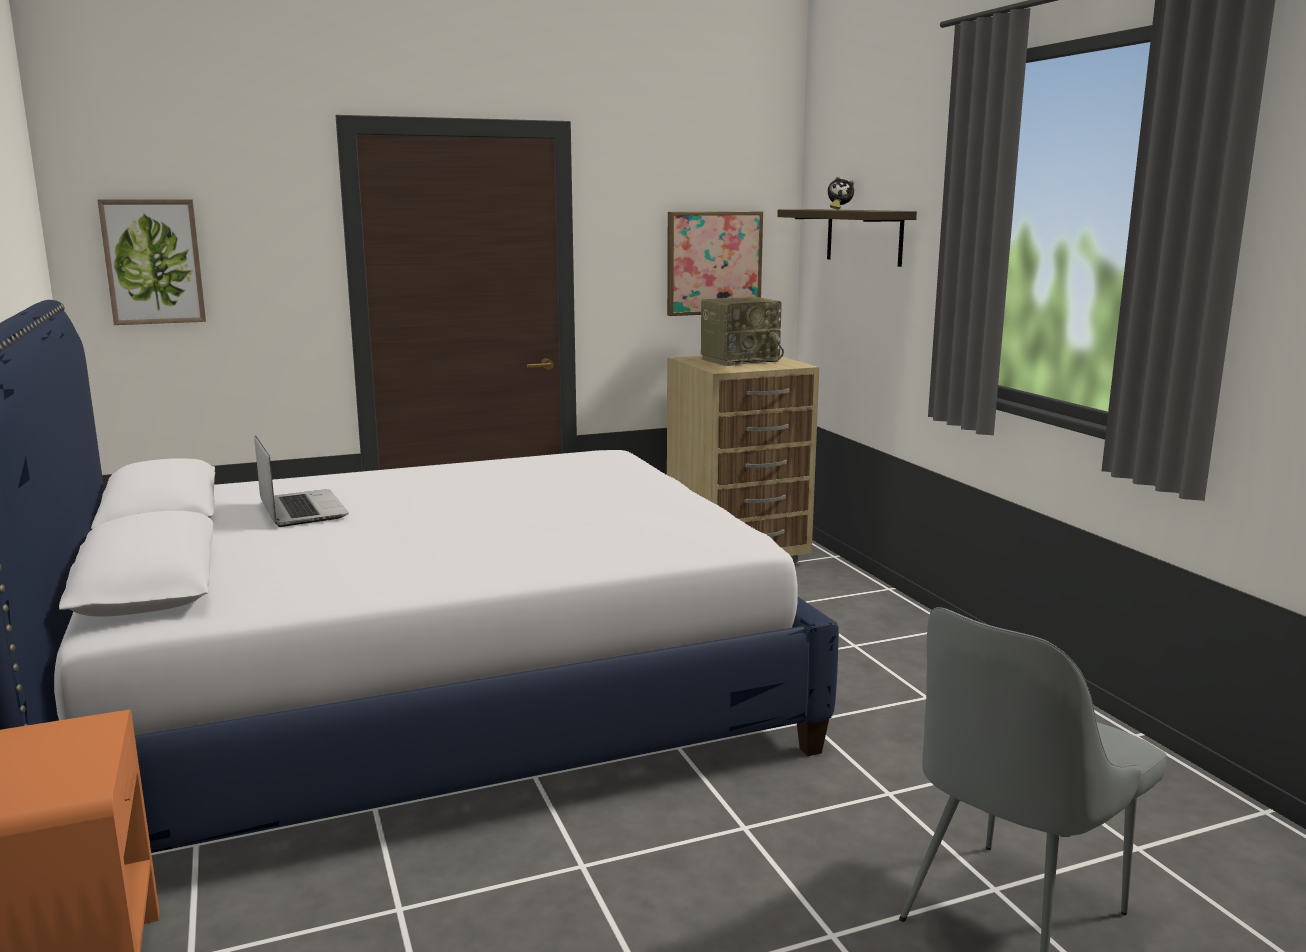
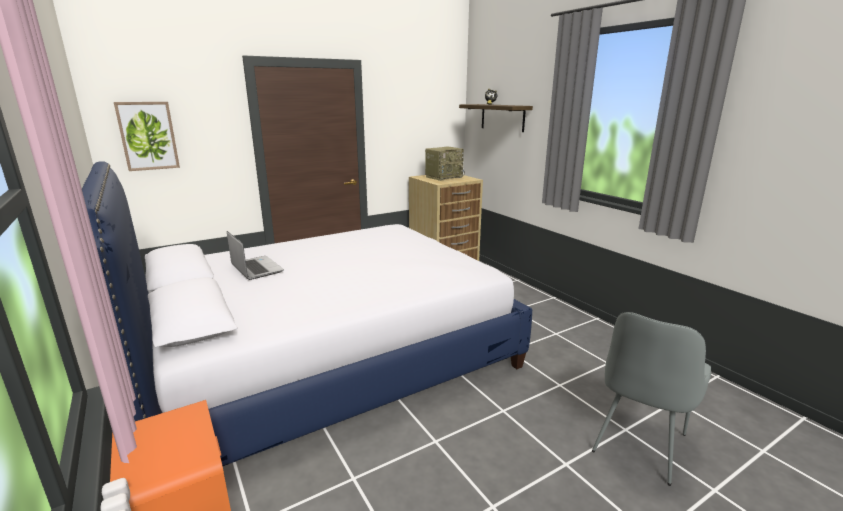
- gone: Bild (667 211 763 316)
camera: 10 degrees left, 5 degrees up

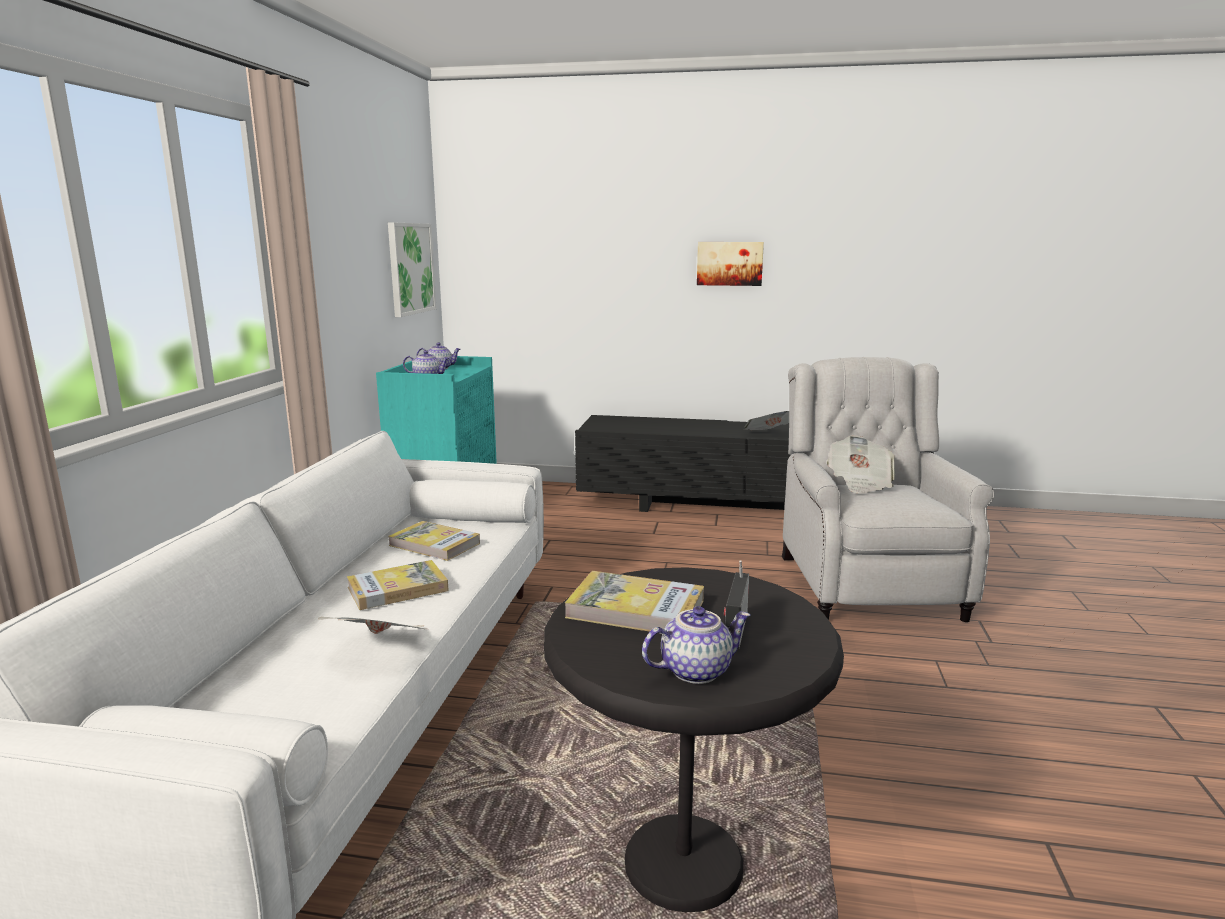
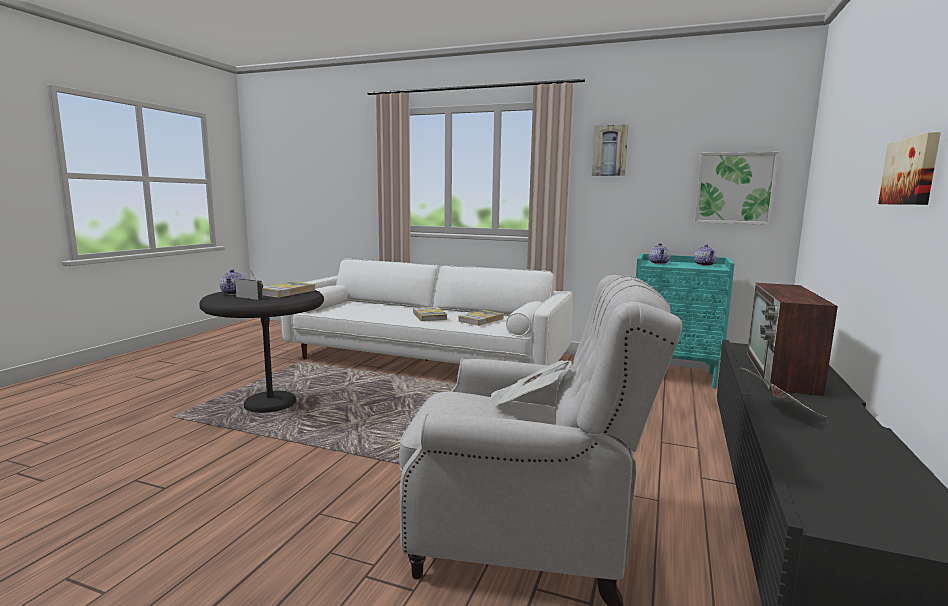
- gone: Zeitung (318 617 425 634)
- new: Bild (592 124 629 176)
- new: Fernseher (747 283 838 396)
camera: 100 degrees right, 5 degrees down

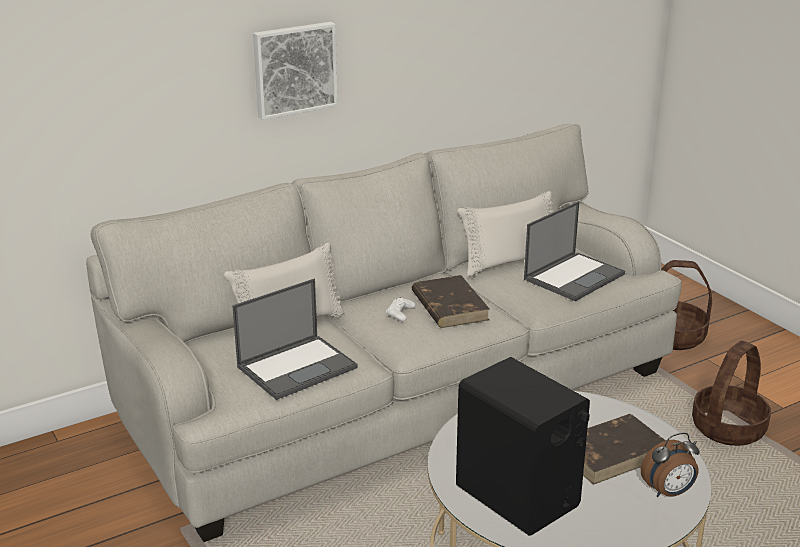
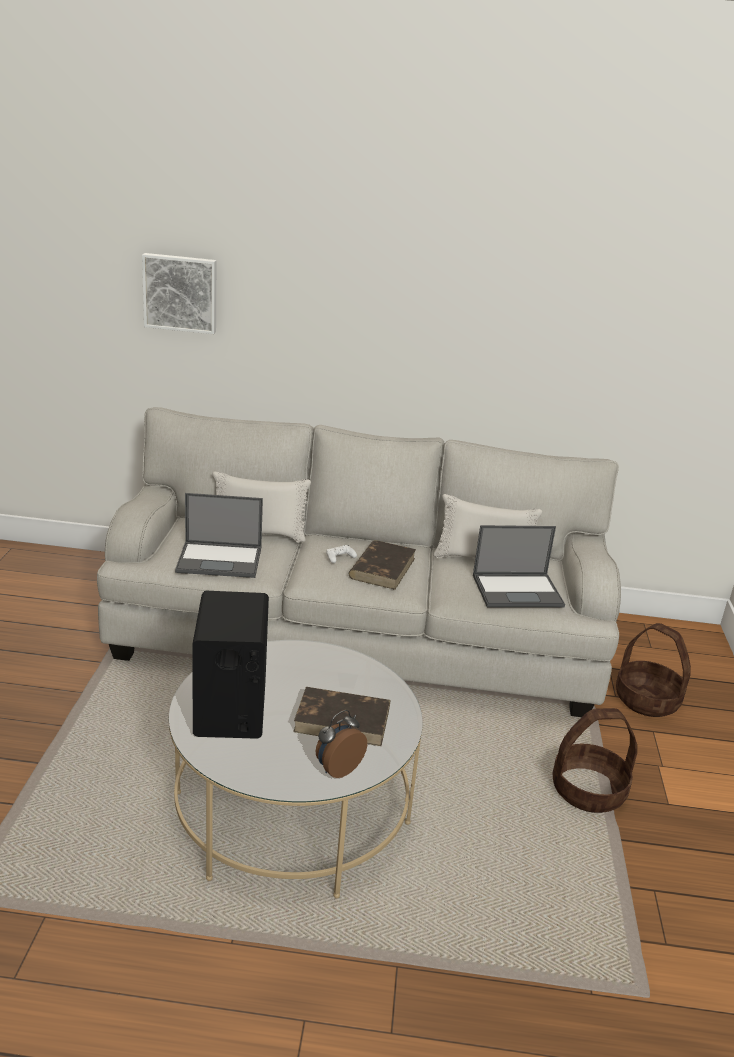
- shifted: Bild (253 22 338 120) to (142 253 216 334)
- rotated: Wecker (641 433 700 497) = (316 710 367 778) 120 degrees clockwise
camera: 35 degrees right, 0 degrees up

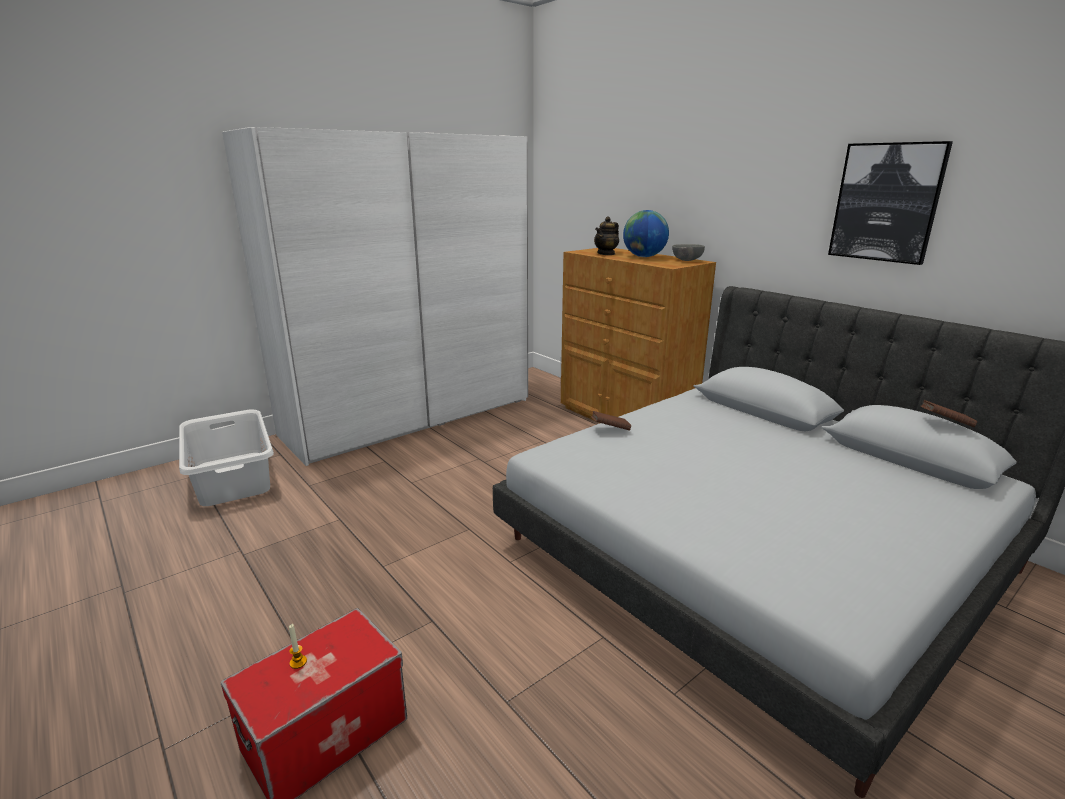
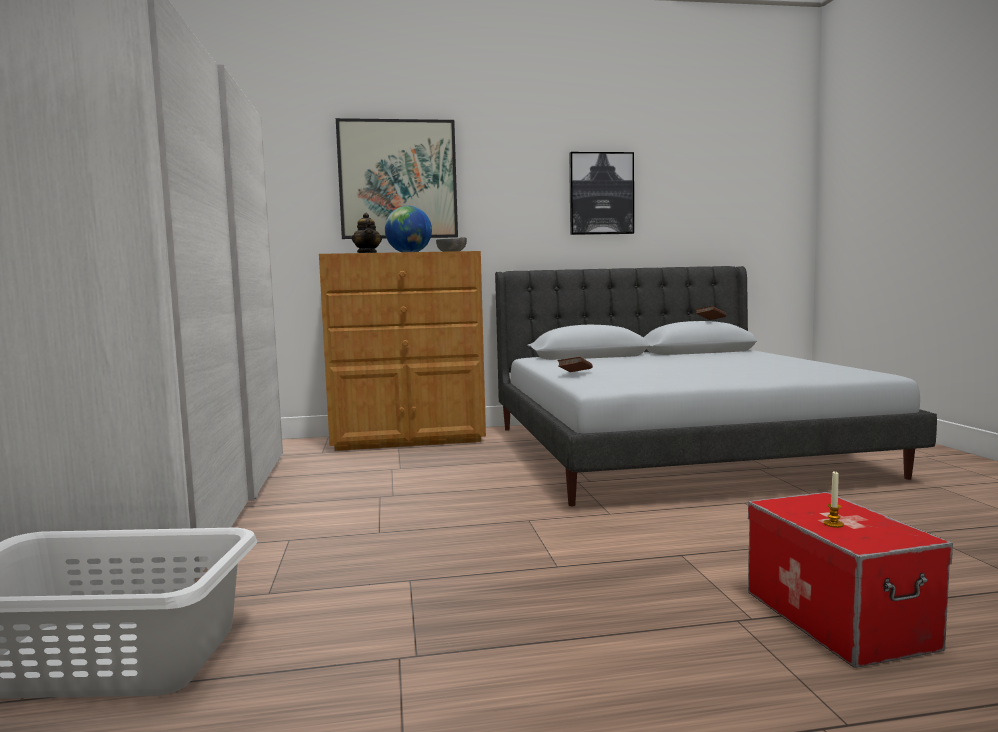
- new: Bild (336 118 458 239)
camera: 60 degrees left, 15 degrees down

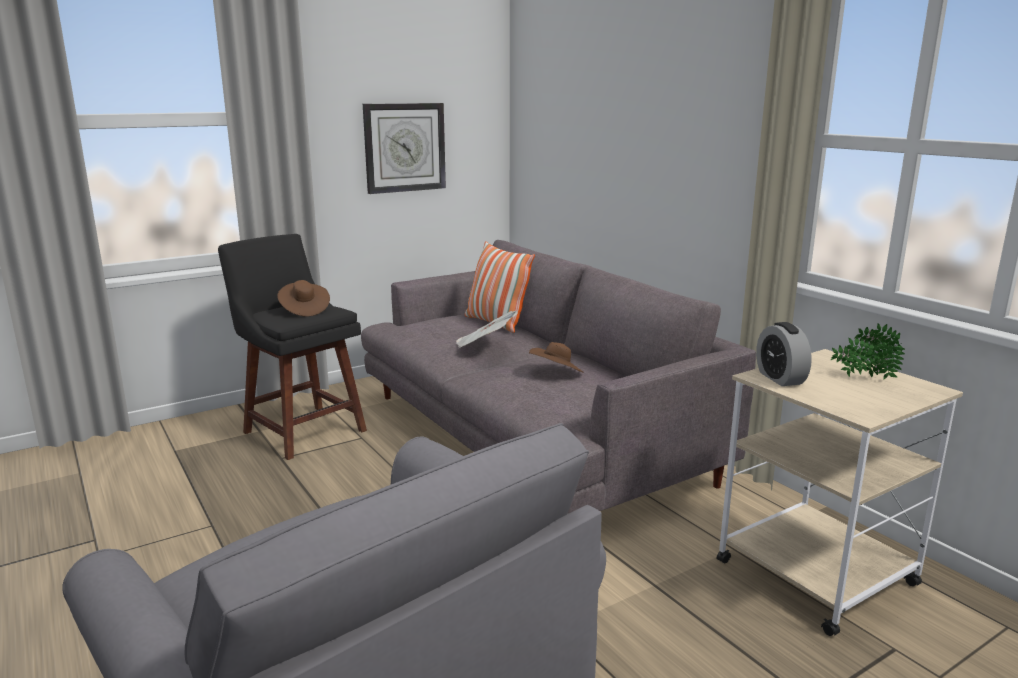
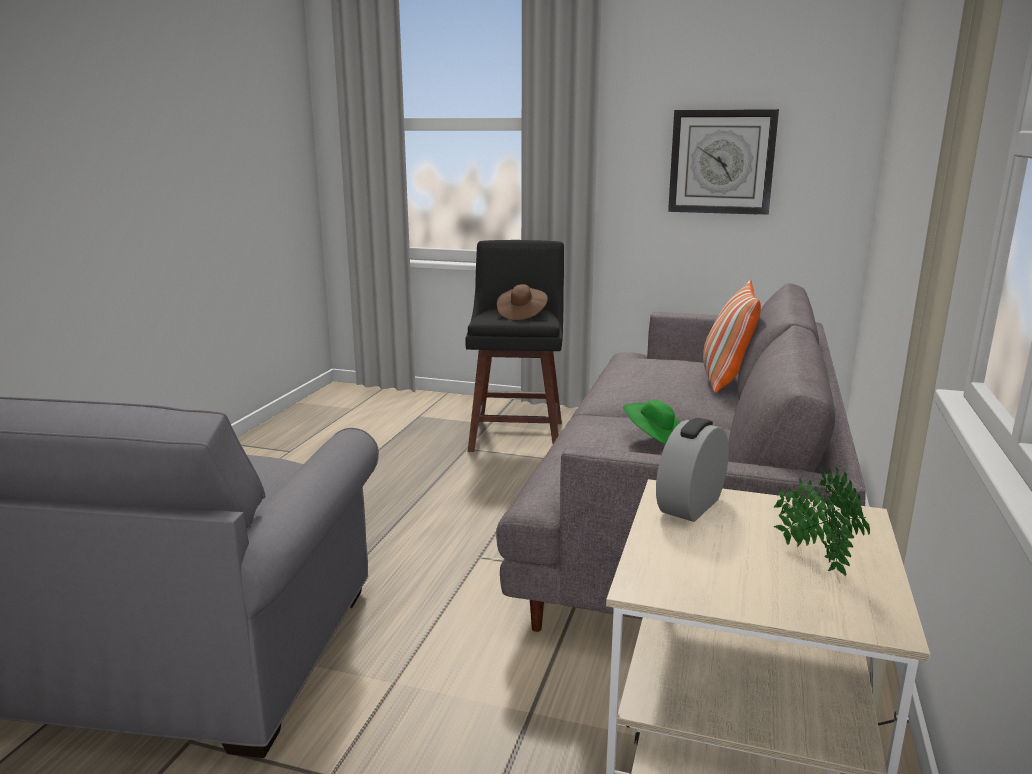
- gone: Zeitung (456 311 517 348)
- repainted: Hut (braun) (529 342 584 373) to Hut (grün) (623 400 680 444)
camera: 50 degrees right, 0 degrees up

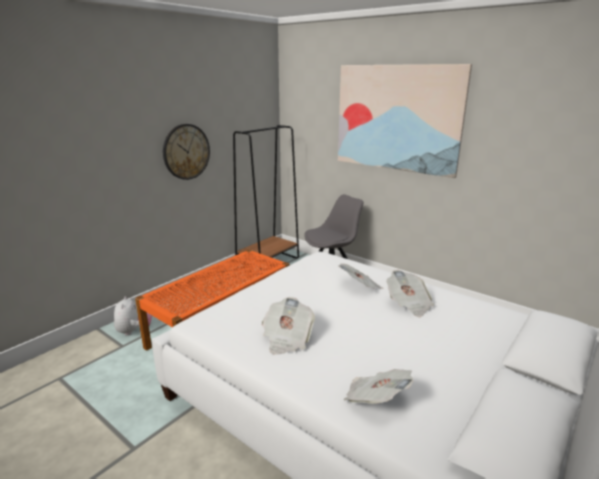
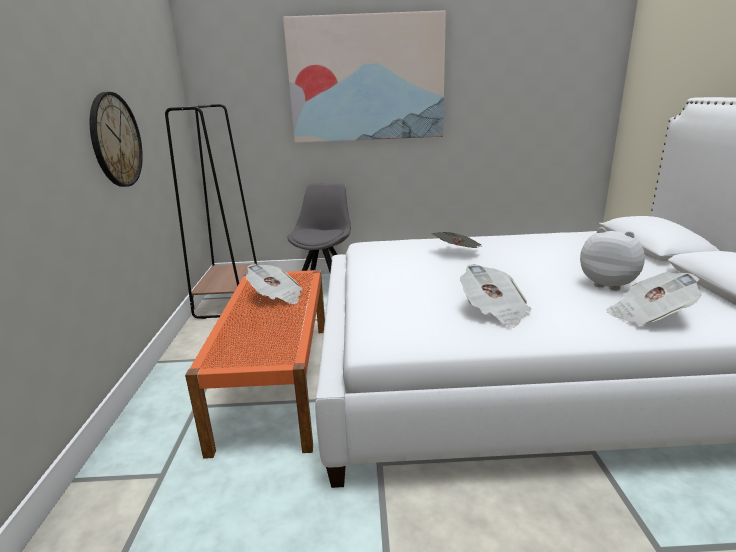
- shifted: Plüschtier (114 297 152 336) to (580 227 645 291)
- shifted: Zeitung (386 270 434 317) to (245 264 303 304)
camera: 40 degrees left, 0 degrees up

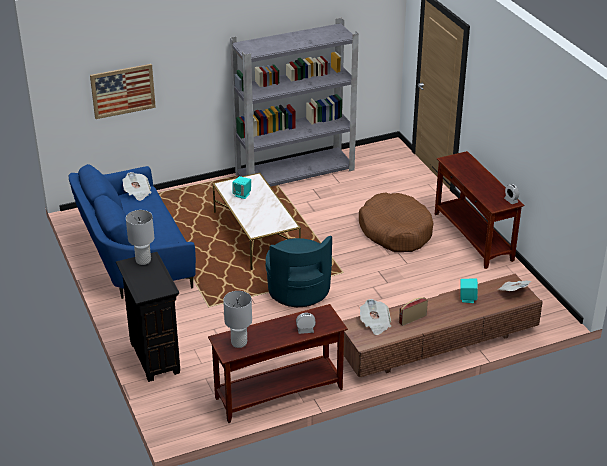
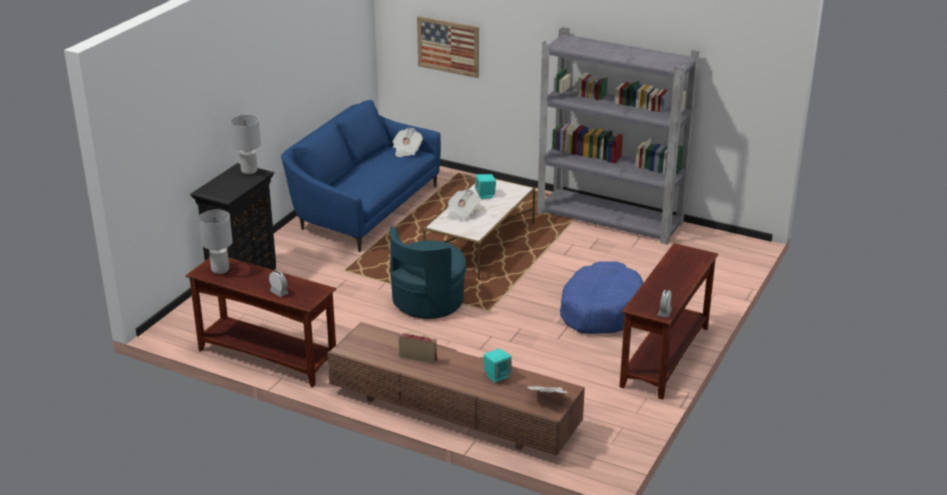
- shifted: Zeitung (360 299 391 335) to (447 189 480 220)
- repainted: Hundebett (braun) (359 192 433 252) to Hundebett (blau) (560 261 643 334)
camera: 50 degrees right, 5 degrees down

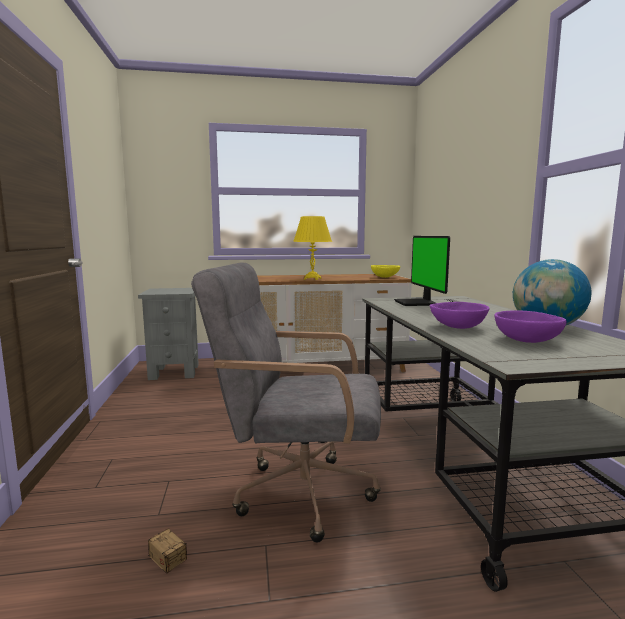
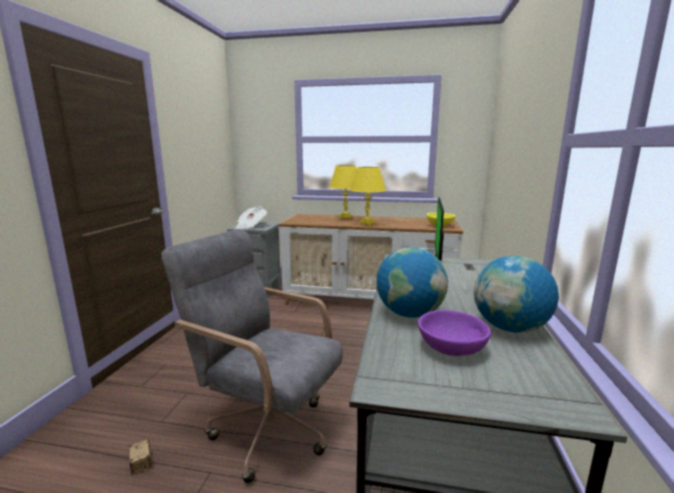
- new: Zeitung (235 206 267 229)
- new: Tischlampe (gelb) (330 165 357 220)
- swapped: Schüssel (lila) (430 302 490 329) to Globus (376 247 448 318)
camera: 20 degrees right, 5 degrees up

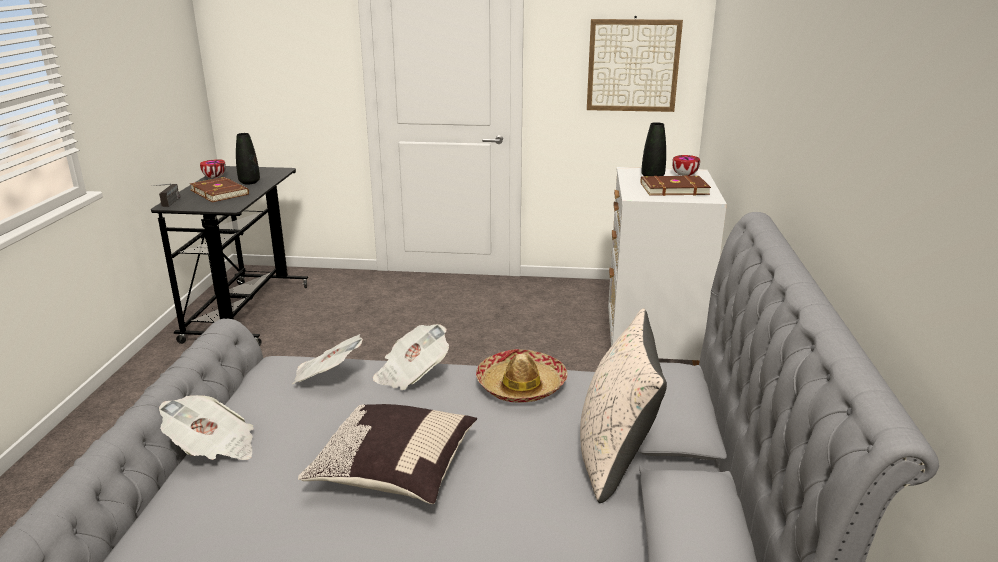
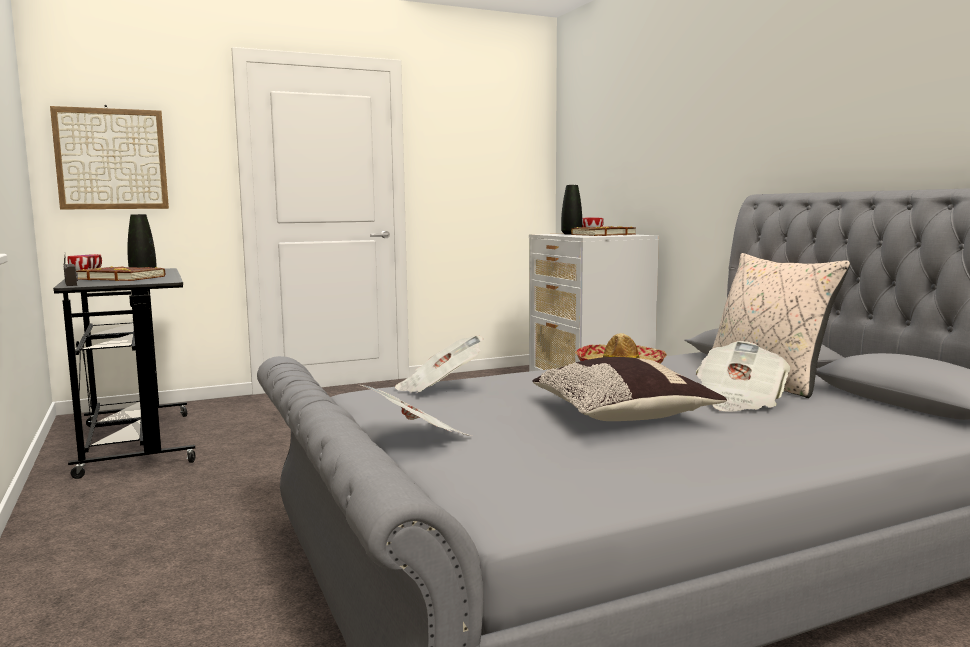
- shifted: Zeitung (373 324 449 390) to (696 341 791 412)
- shifted: Bild (587 16 683 112) to (50 105 169 209)
camera: 30 degrees left, 15 degrees down

